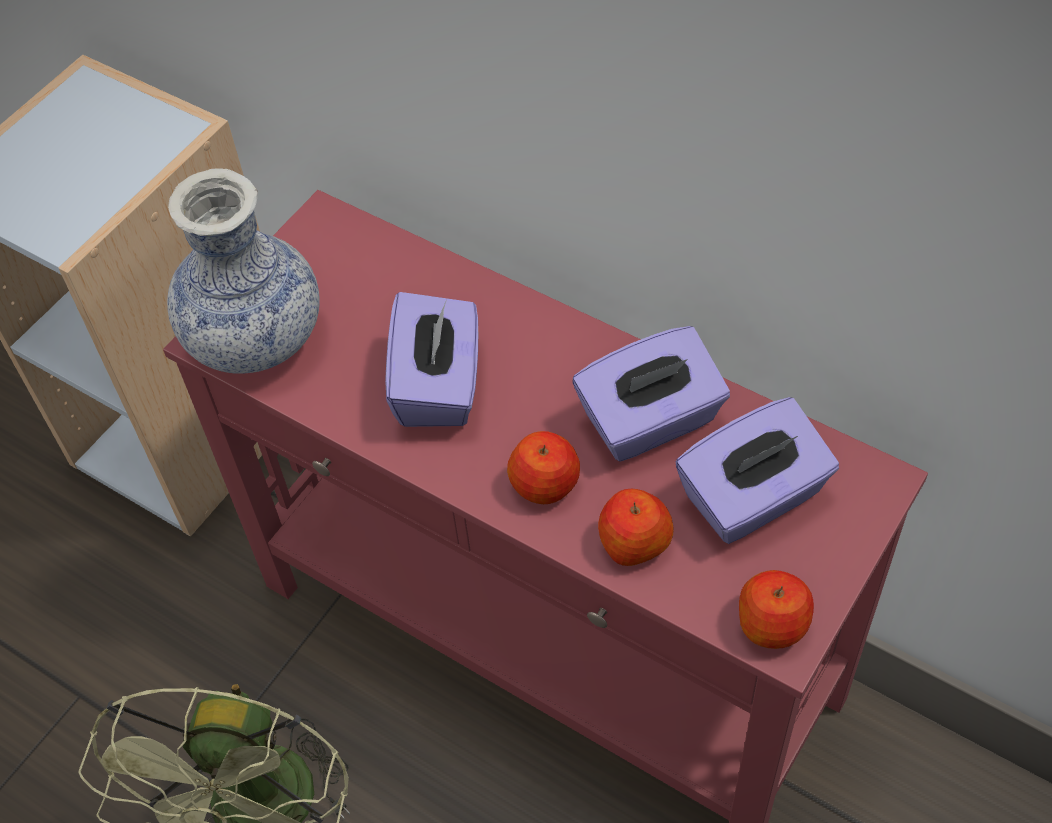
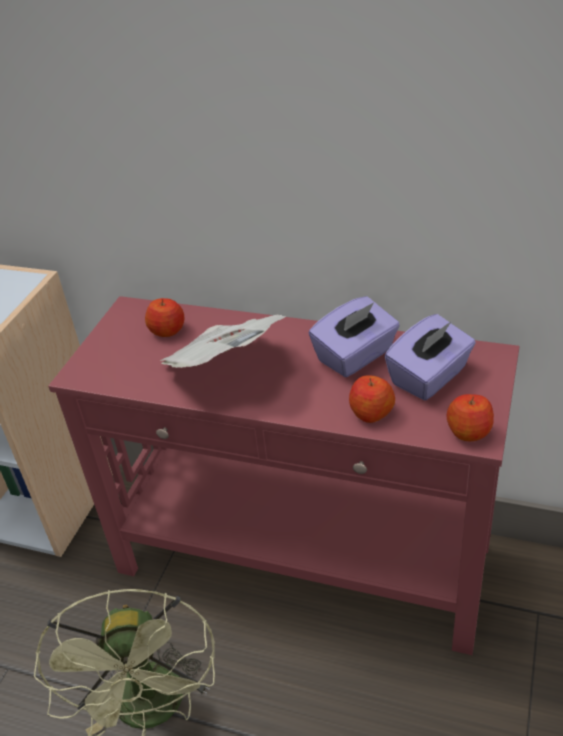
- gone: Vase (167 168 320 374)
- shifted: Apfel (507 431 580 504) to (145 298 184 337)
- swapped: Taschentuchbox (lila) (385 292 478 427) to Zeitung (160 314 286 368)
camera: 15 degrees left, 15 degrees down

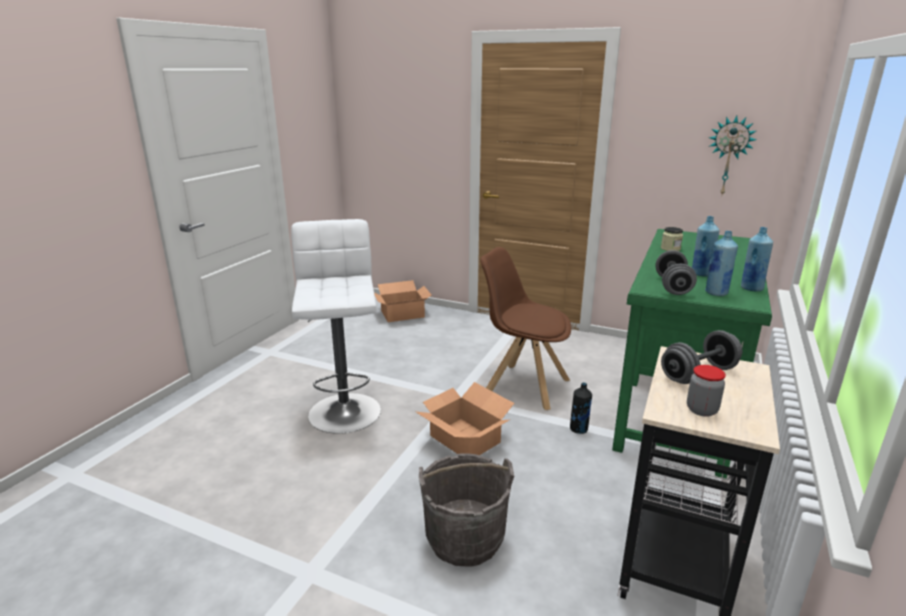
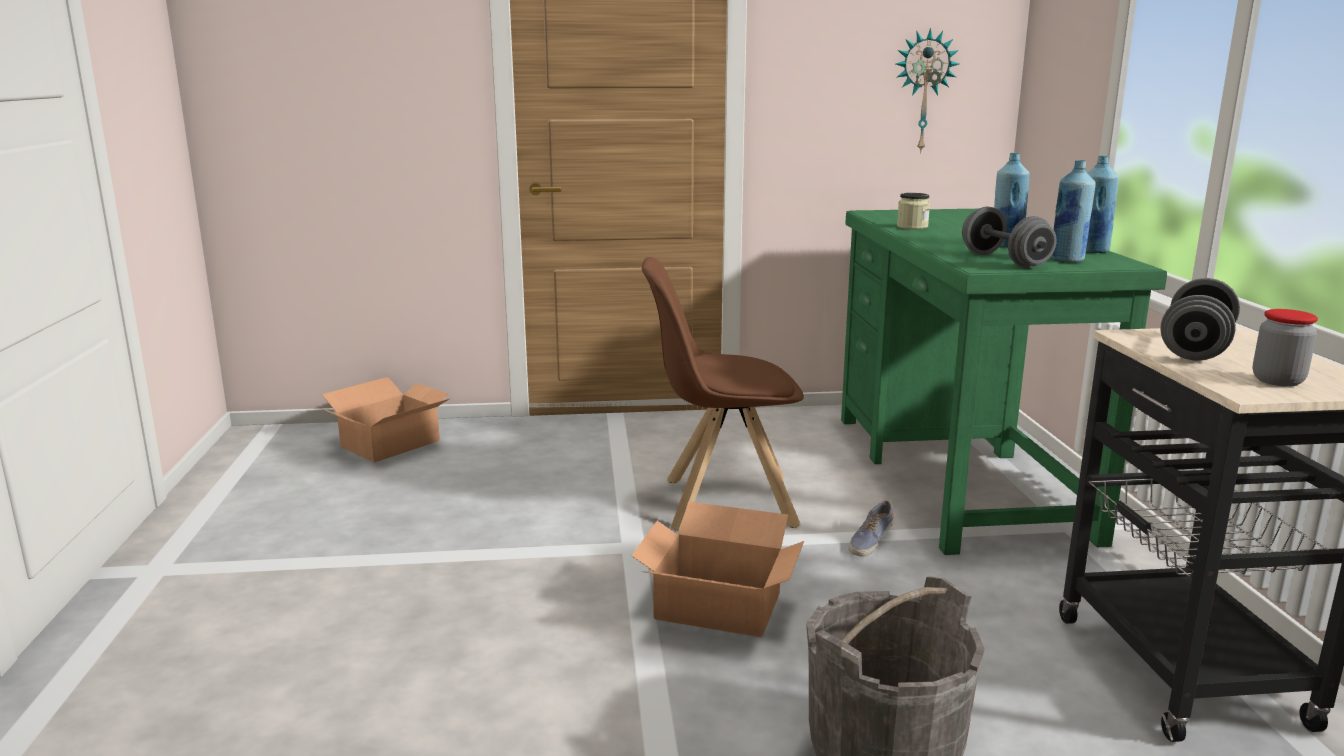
- gone: Hocker (weiß) (291 219 381 434)
- swapped: Flasche (schwarz) (570 382 592 434) to Schuh (849 500 895 557)
camera: 30 degrees left, 5 degrees down

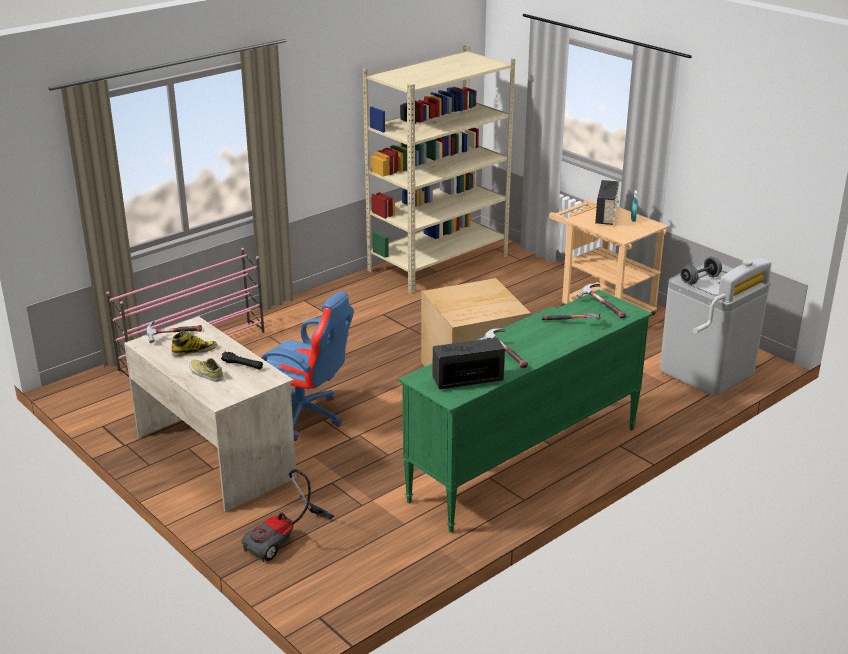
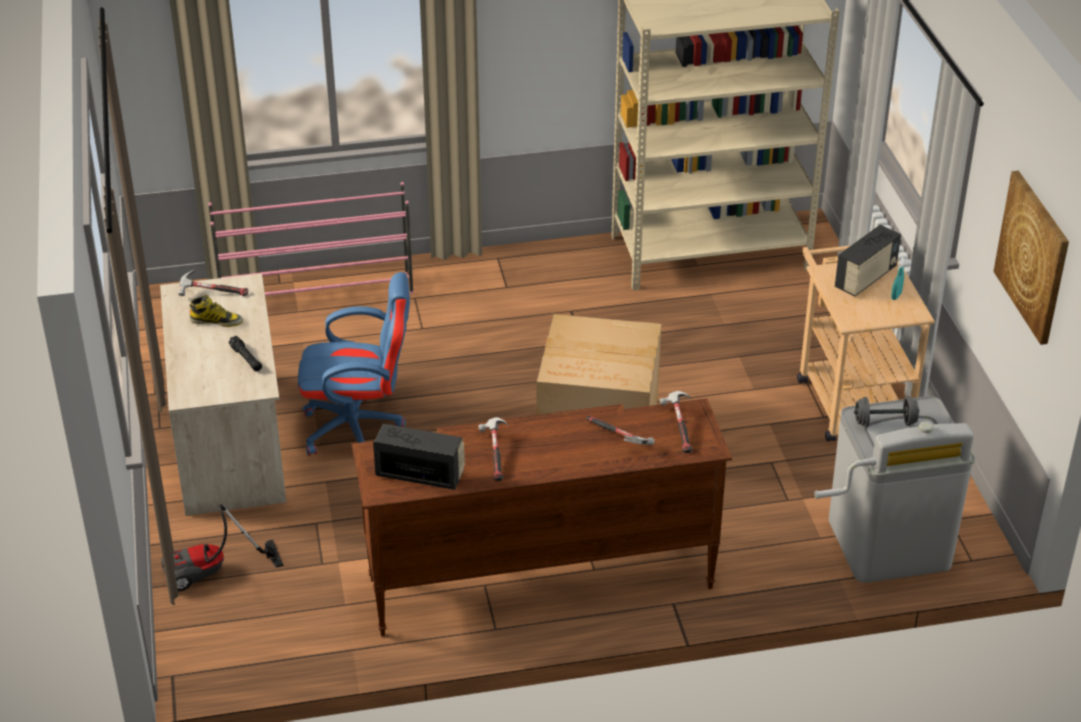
- gone: Schuh (beige) (189 358 224 382)
- new: Bild (993 171 1069 345)
- repainted: Schrank (grün) (397 290 652 533) to Schrank (braun) (352 399 732 636)
- rotated: Bürostuhl (blau) (262 292 354 441) = (298 272 410 456) 60 degrees counterclockwise
camera: 30 degrees right, 10 degrees up

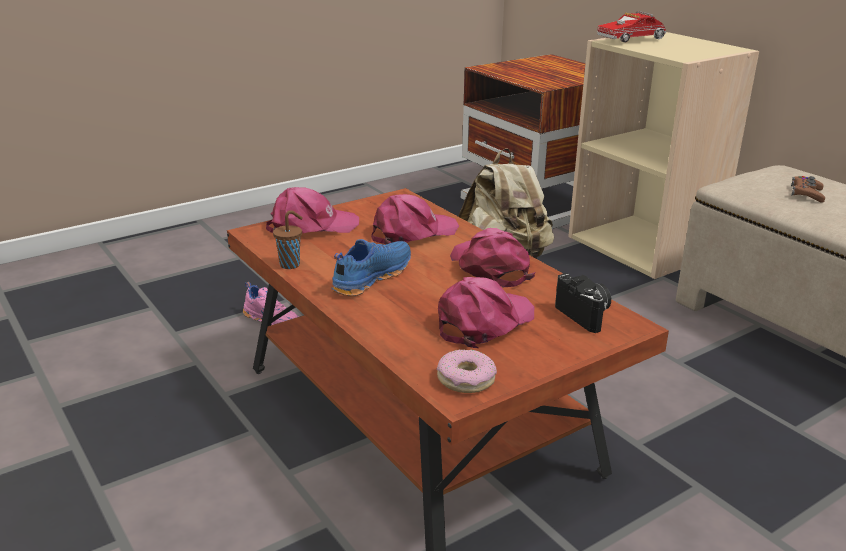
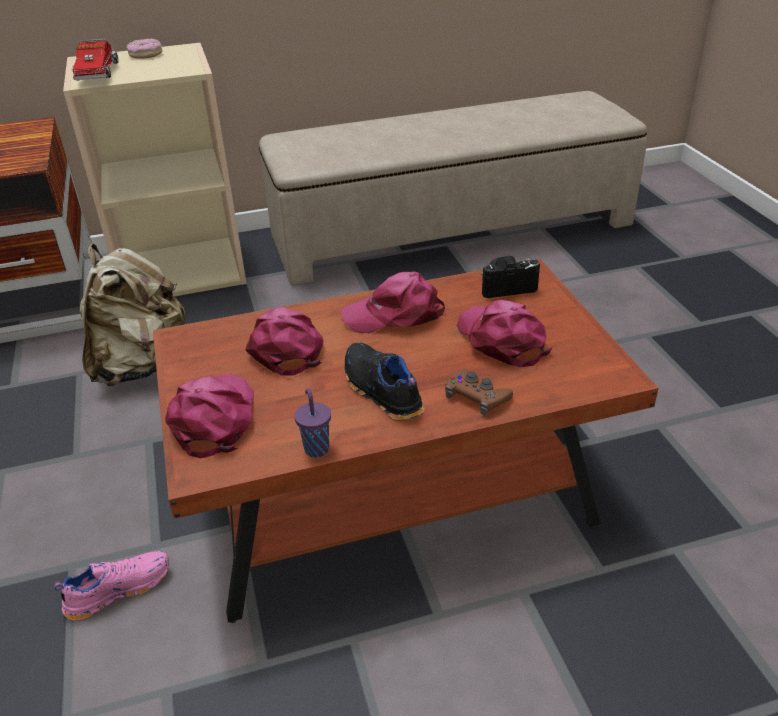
- shifted: Donut (437 350 497 393) to (126 39 162 59)
- shifted: Gamepad (braun) (791 176 825 203) to (445 369 513 415)
- repainted: Tasse (braun) (273 210 303 269) to Tasse (lila) (294 388 331 457)
- repainted: Schuh (blau) (331 239 411 296) to Schuh (schwarz) (344 342 424 421)
camera: 70 degrees left, 10 degrees up

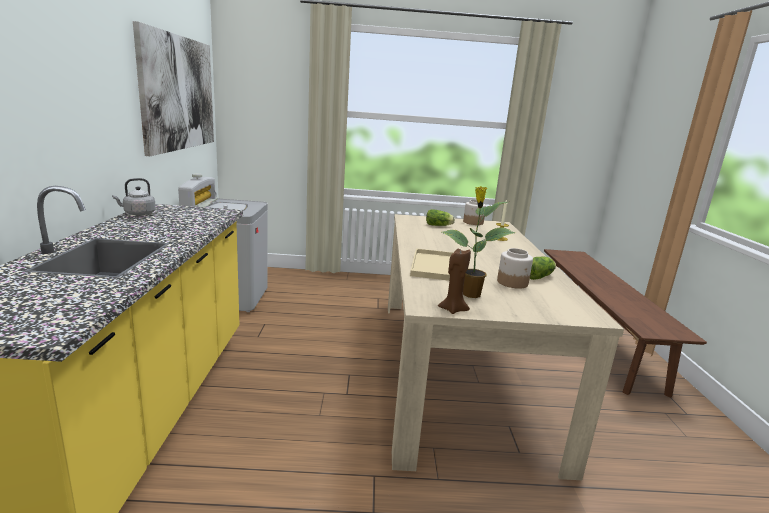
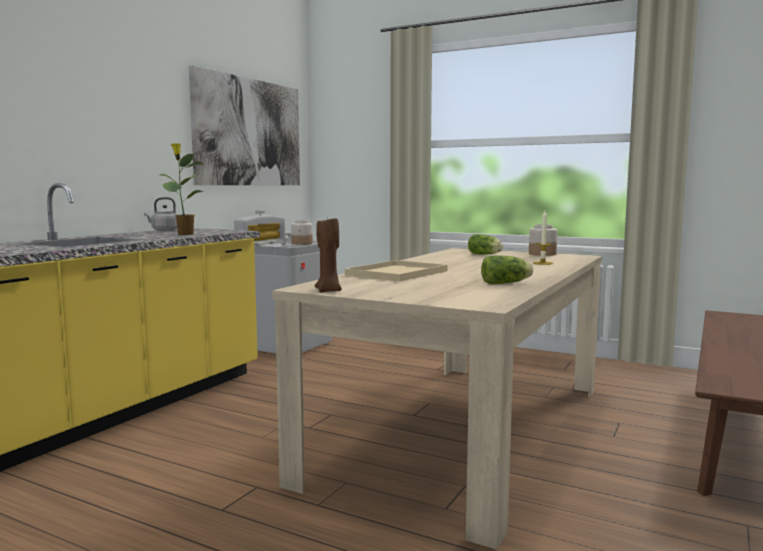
- shifted: Topfpflanze (442 186 515 298) to (160 143 205 235)
- shifted: Vorratsglas (497 248 533 289) to (291 220 313 244)
camera: 30 degrees right, 10 degrees down

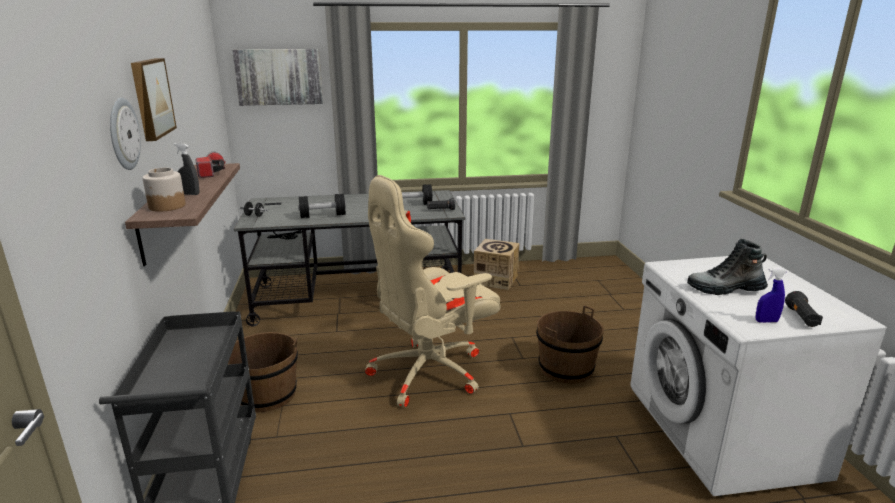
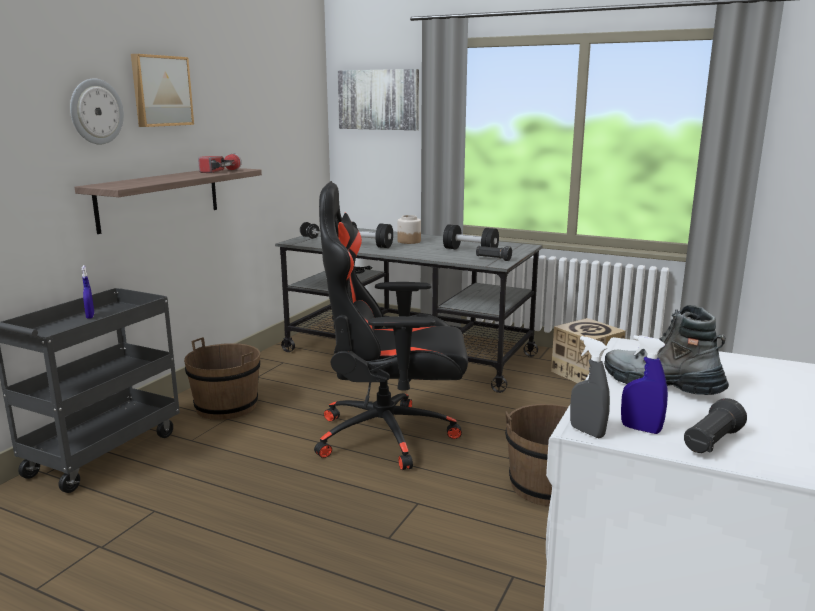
- new: Sprühflasche (blau) (81 265 94 319)
- shifted: Vorratsglas (143 168 186 212) to (397 215 421 244)
- shifted: Sprühflasche (grau) (174 143 199 195) to (570 336 610 438)
- repainted: Bürostuhl (beige) (365 175 500 407) to Bürostuhl (schwarz) (314 181 468 470)
camera: 35 degrees right, 5 degrees down

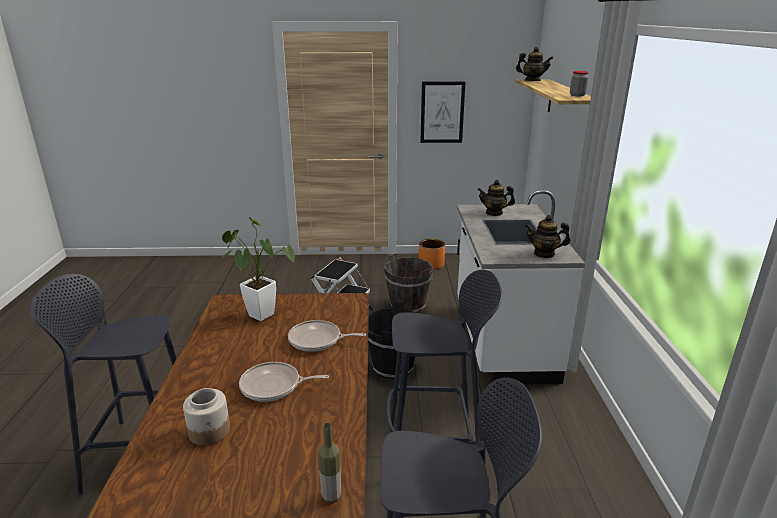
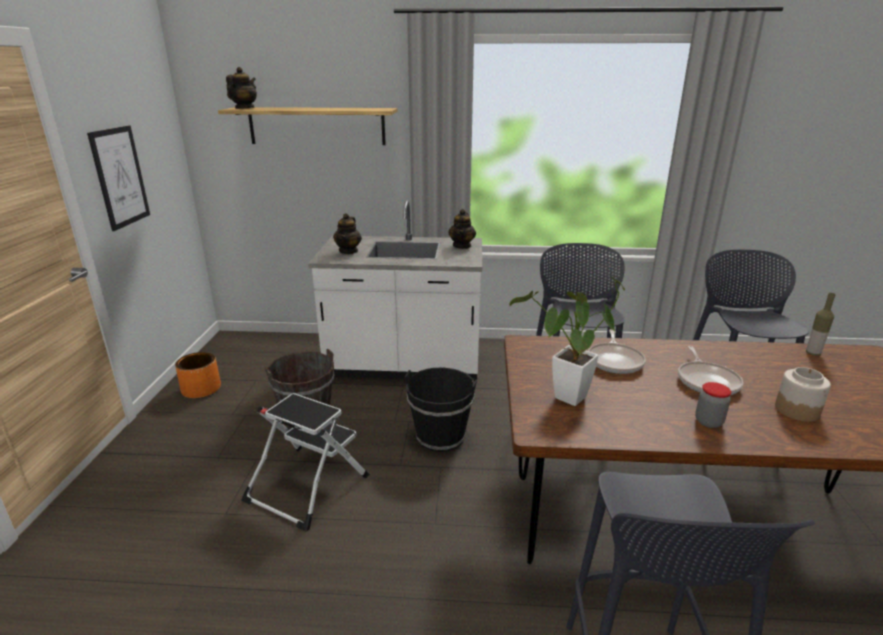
- shifted: Vorratsglas (570 71 589 96) to (695 382 731 428)
camera: 85 degrees left, 0 degrees up

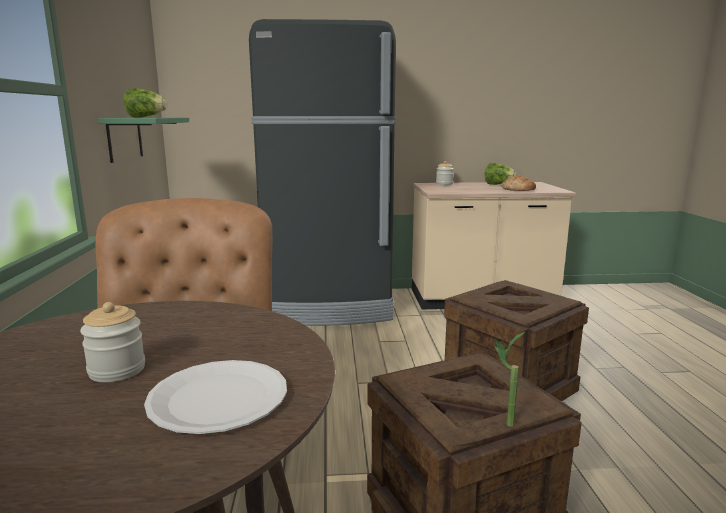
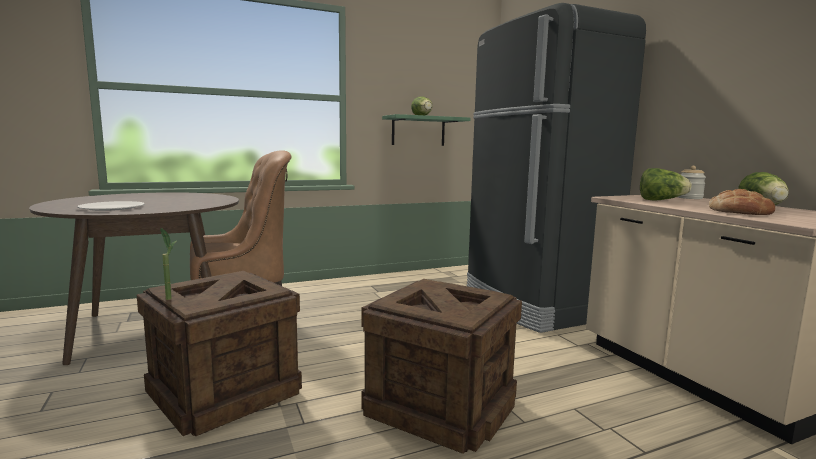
- gone: Vorratsglas (80 302 145 382)
- new: Salatkopf (640 168 692 201)
camera: 70 degrees right, 5 degrees down

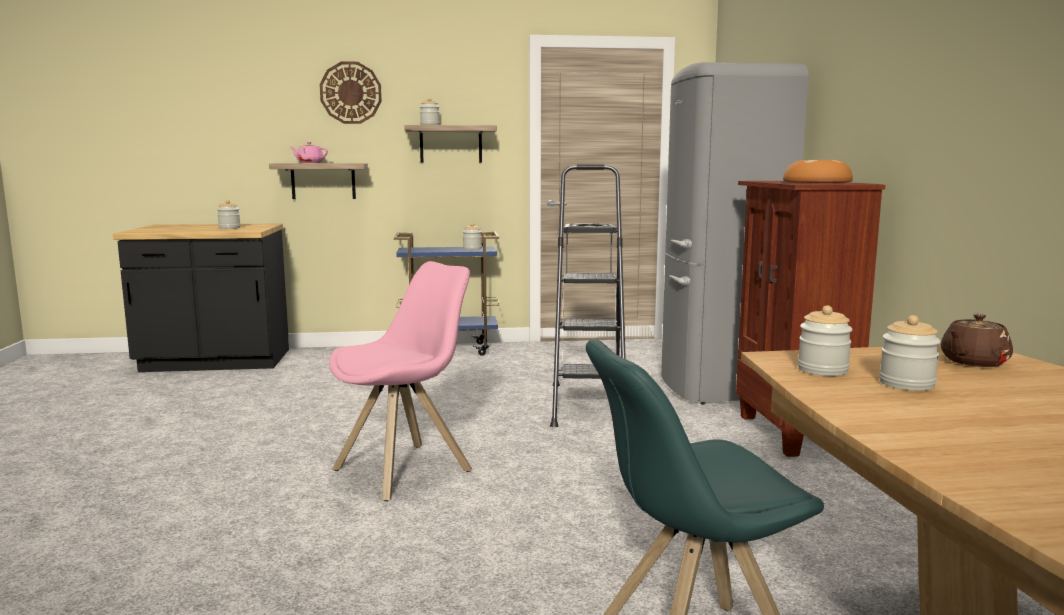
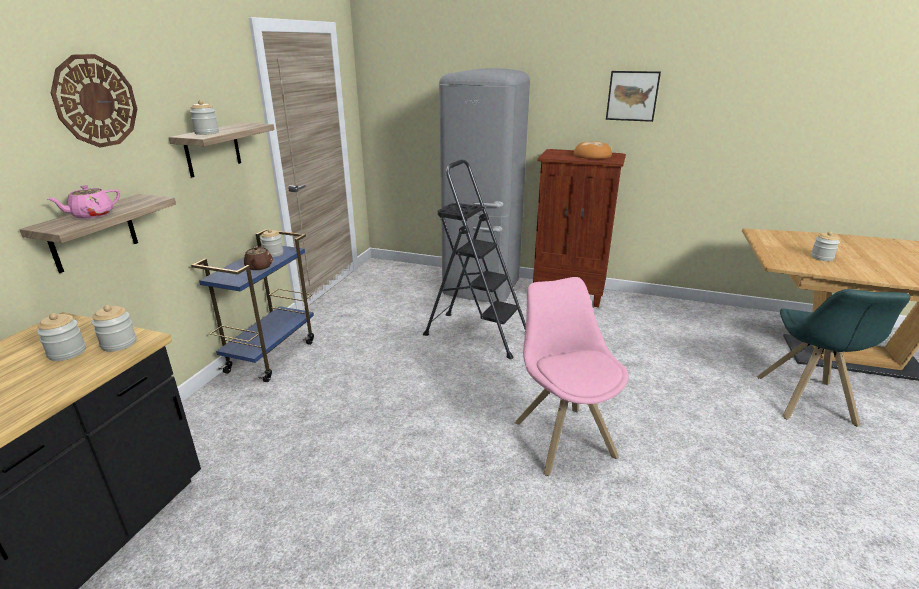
- new: Bild (606 71 661 122)
- shifted: Vorratsglas (798 305 853 376) to (92 305 137 352)
- shifted: Teekanne (braun) (940 314 1013 367) to (244 246 273 270)
camera: 65 degrees left, 15 degrees up

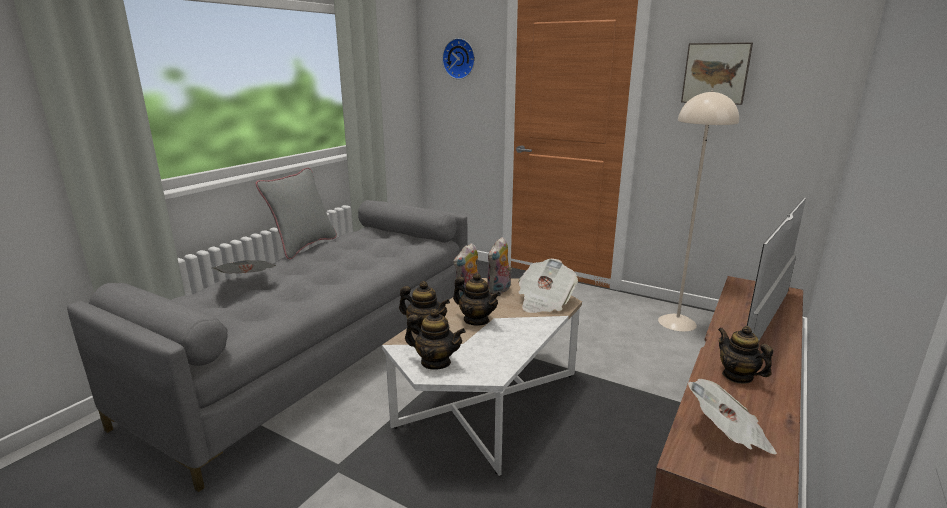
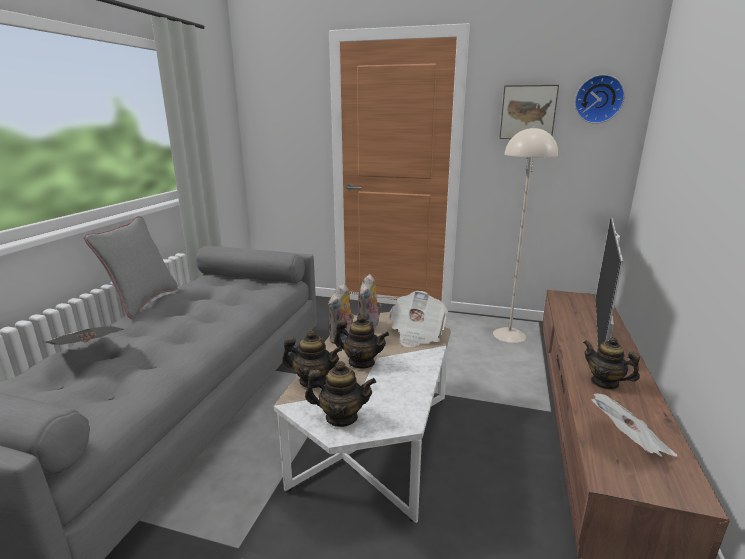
- shifted: Wanduhr (442 38 475 79) to (574 74 625 124)
camera: 15 degrees left, 0 degrees up

